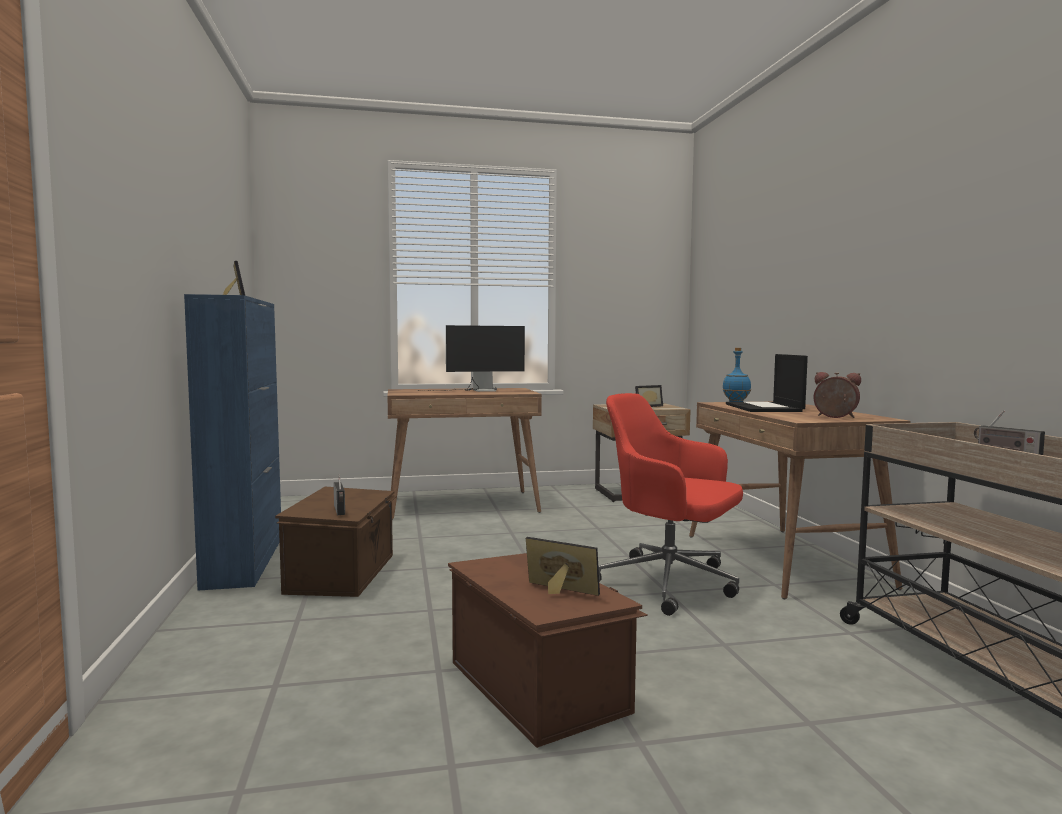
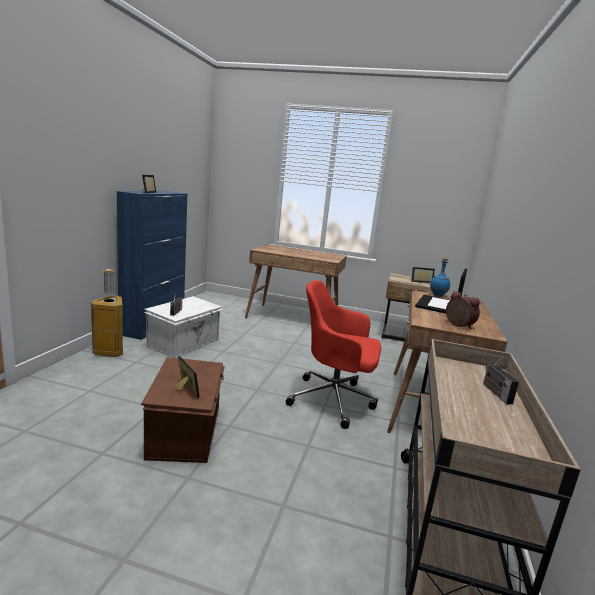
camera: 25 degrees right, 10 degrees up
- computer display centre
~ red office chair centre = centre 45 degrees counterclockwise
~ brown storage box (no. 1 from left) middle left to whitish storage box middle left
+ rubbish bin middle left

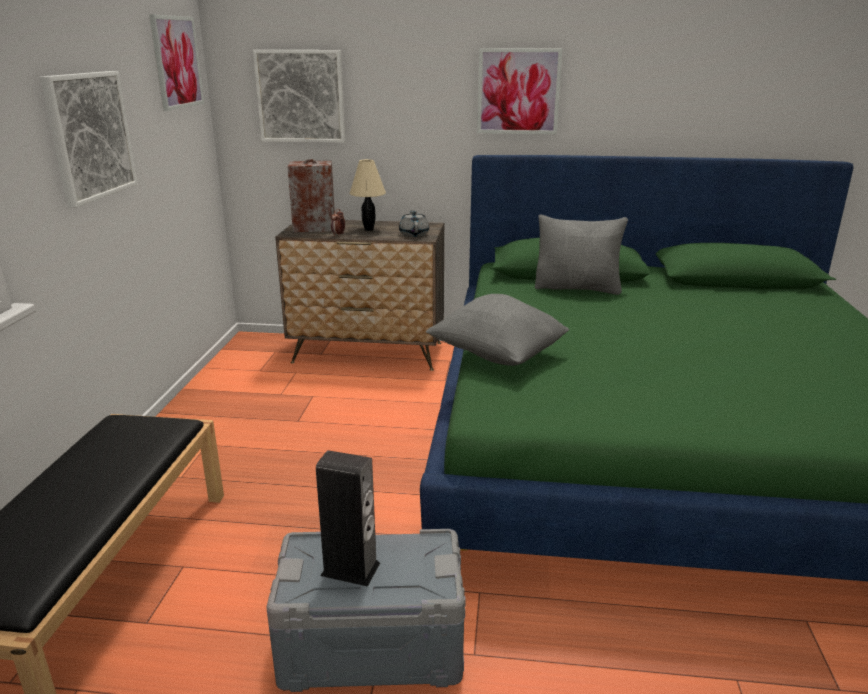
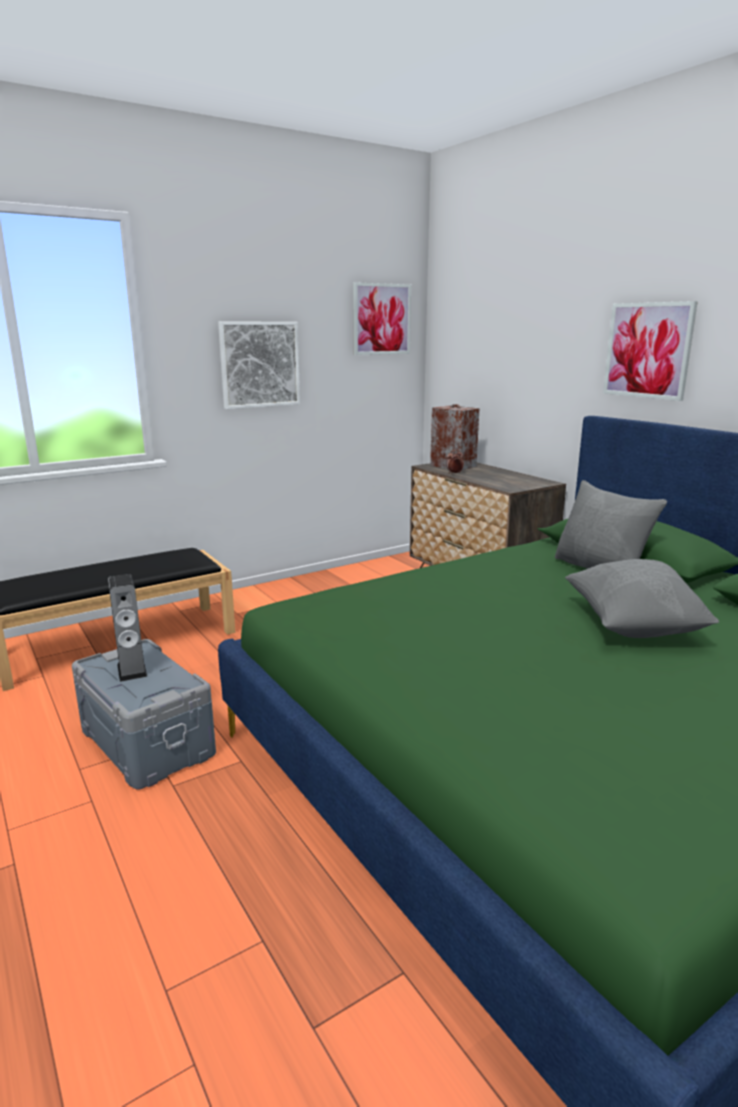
camera: 50 degrees right, 5 degrees down
- picture (no. 3 from left) top centre
- beige-coloured tabletop lamp top centre
- greyish teapot top centre
~ greyish cushion (no. 1 from left in the first image) centre to greyish cushion (no. 2 from left) middle right

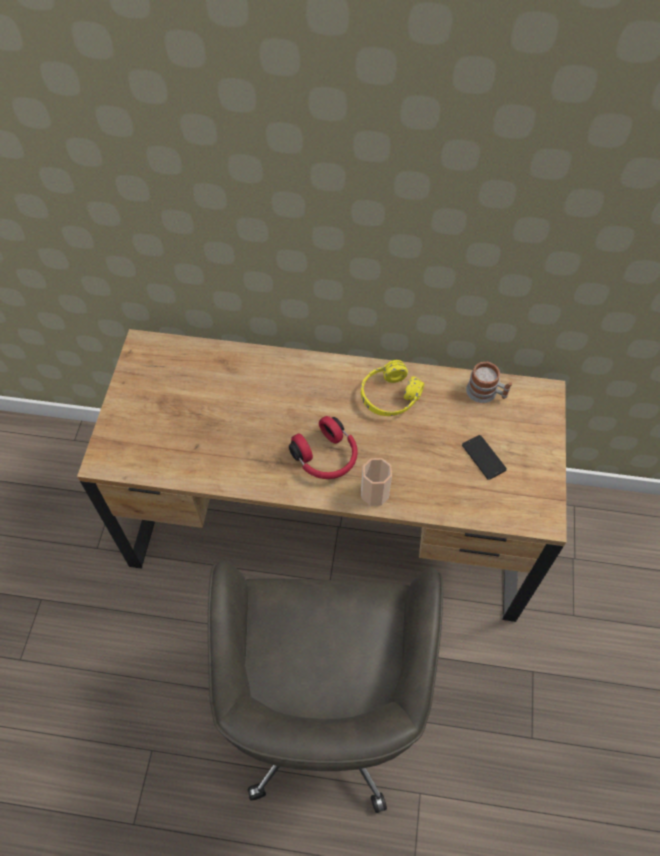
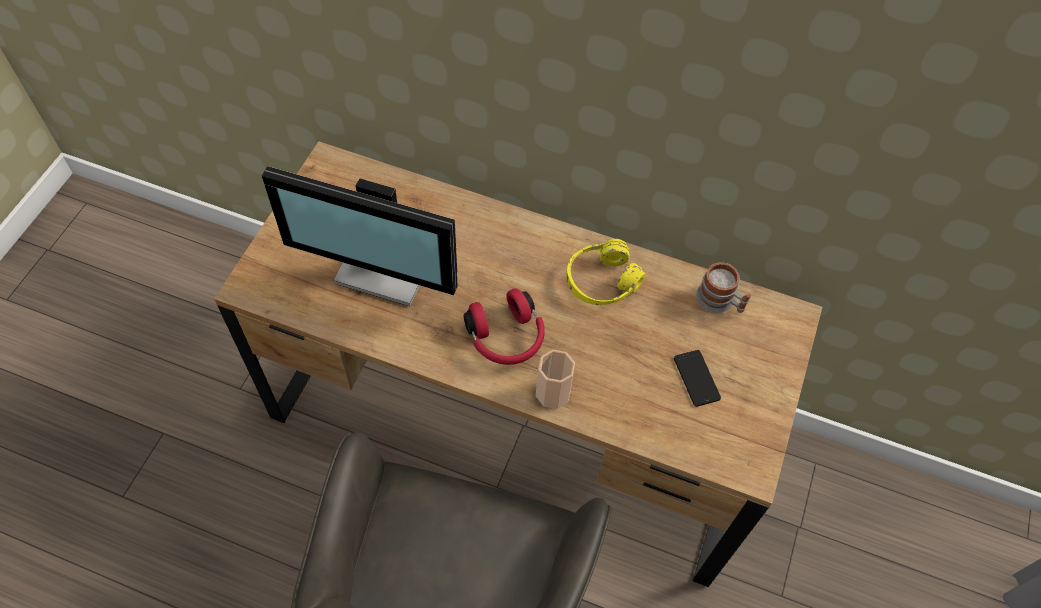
camera: 10 degrees right, 0 degrees up
+ computer display centre

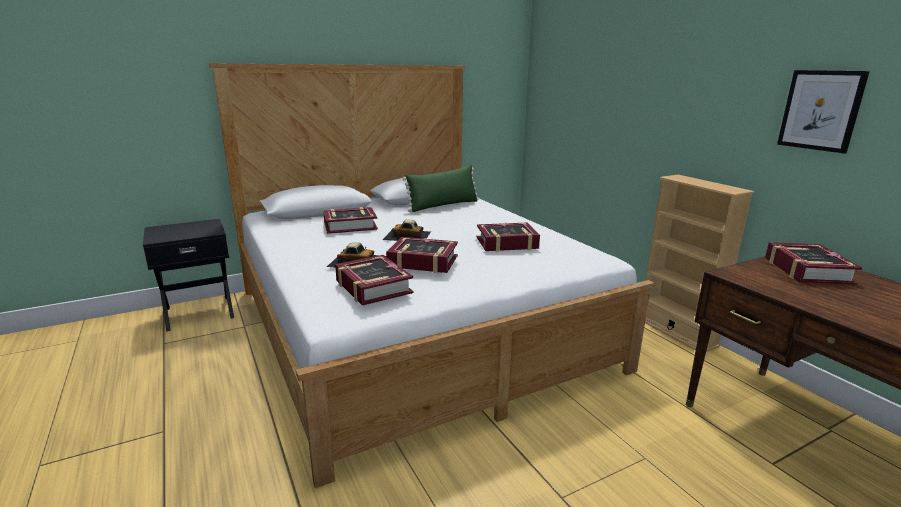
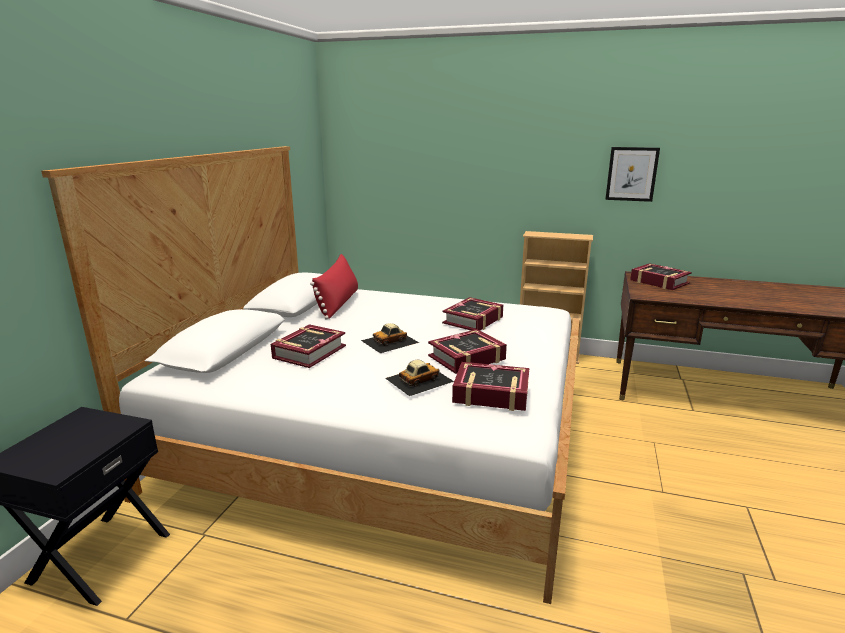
camera: 45 degrees left, 0 degrees up
~ green-coloured cushion centre to red cushion centre

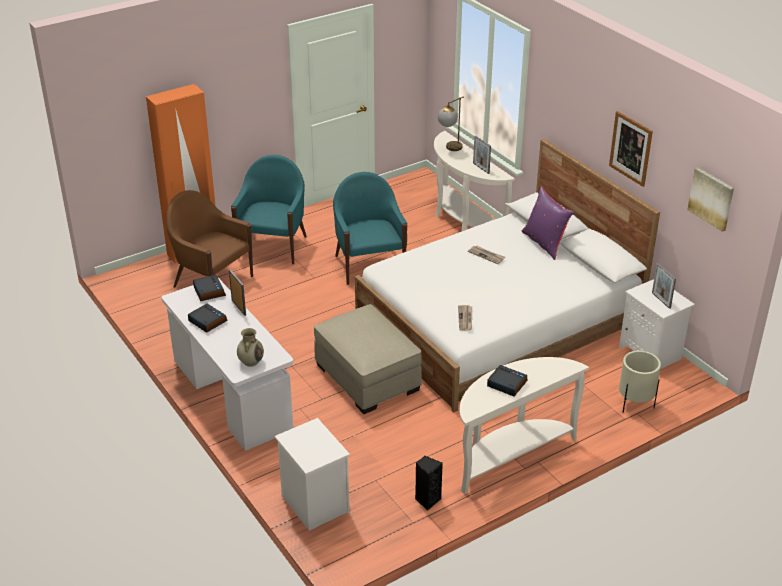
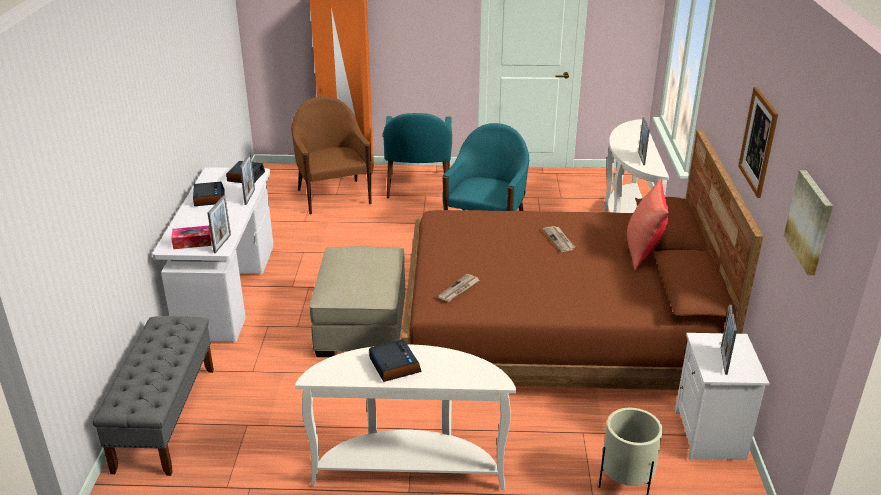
camera: 35 degrees right, 5 degrees down
- tabletop lamp top centre
~ whitish bed centre to brown bed centre
~ turquoise easy chair (no. 1 from left) centre = top centre 135 degrees clockwise
~ purplish cushion middle right to red cushion middle right
~ beige-coloured flower vase middle left to tissue holder middle left
~ whitish nightstand (no. 1 from left) bottom centre to greyish bench bottom left
- black speaker bottom centre
+ picture frame (no. 1 from left) middle left

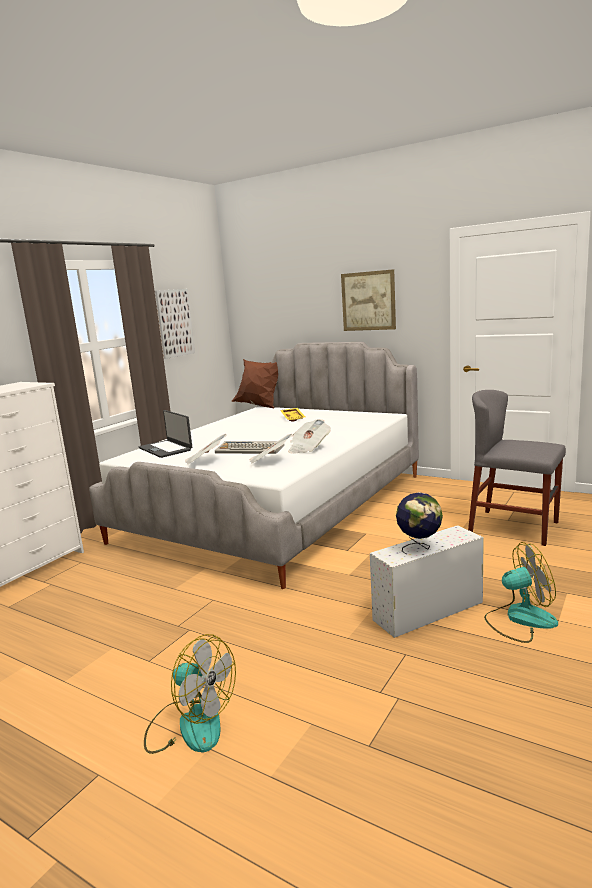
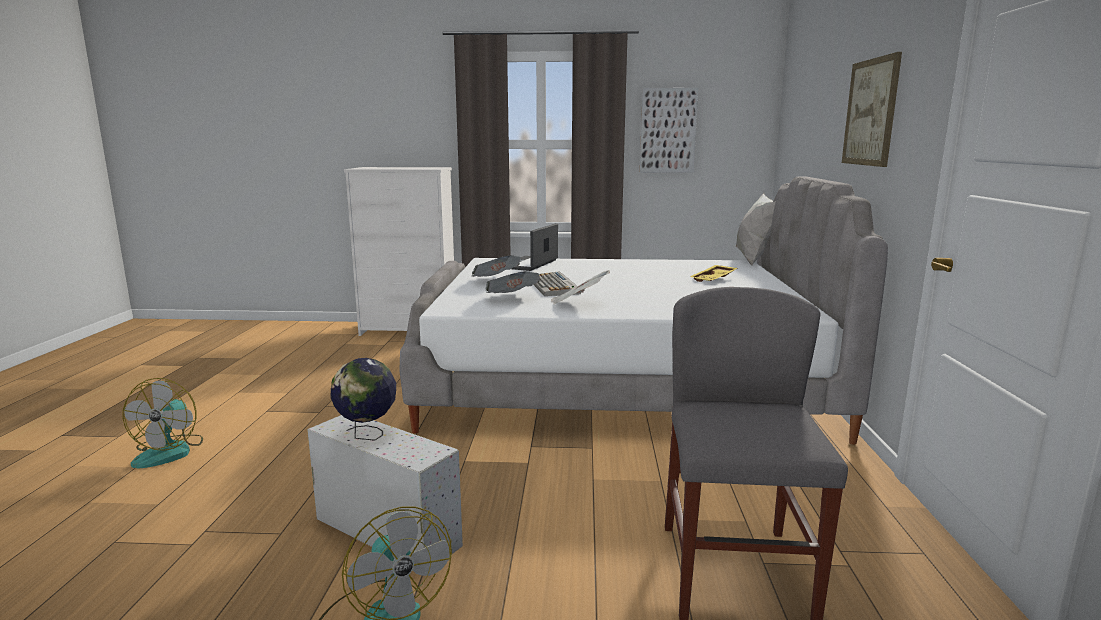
camera: 60 degrees right, 0 degrees up
~ brown cushion centre to whitish cushion middle right

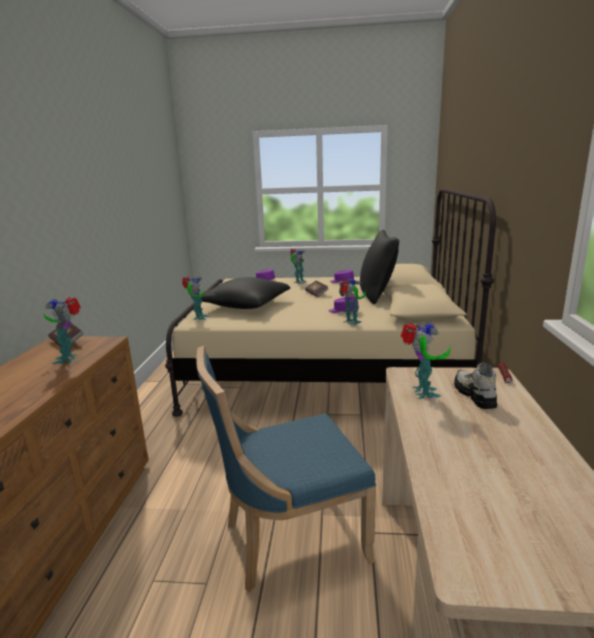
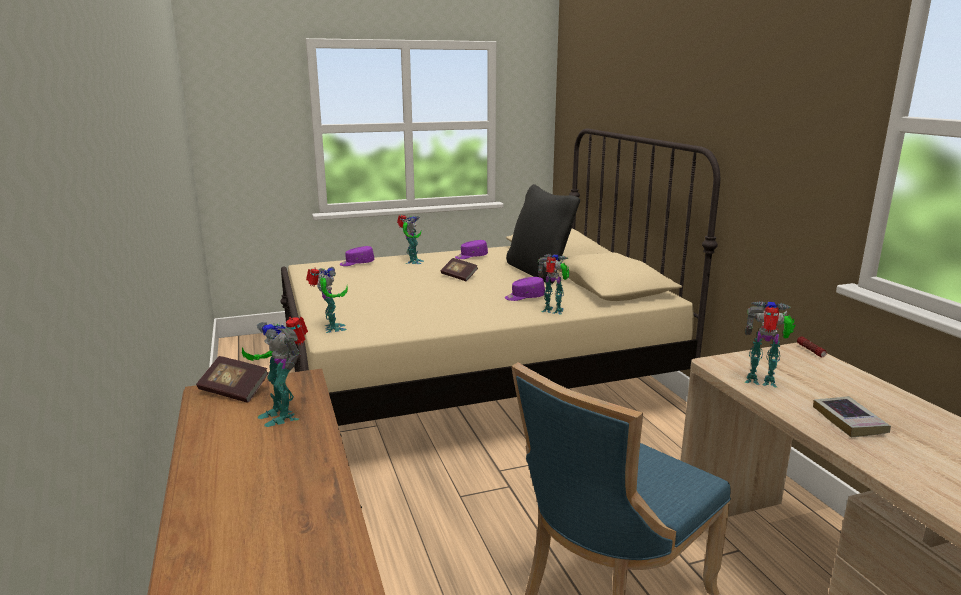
camera: 25 degrees left, 0 degrees up
- black cushion (no. 1 from left) centre
~ model robot (no. 5 from left) middle right = middle right 45 degrees counterclockwise
- shoe middle right
+ volume (no. 3 from left) bottom right

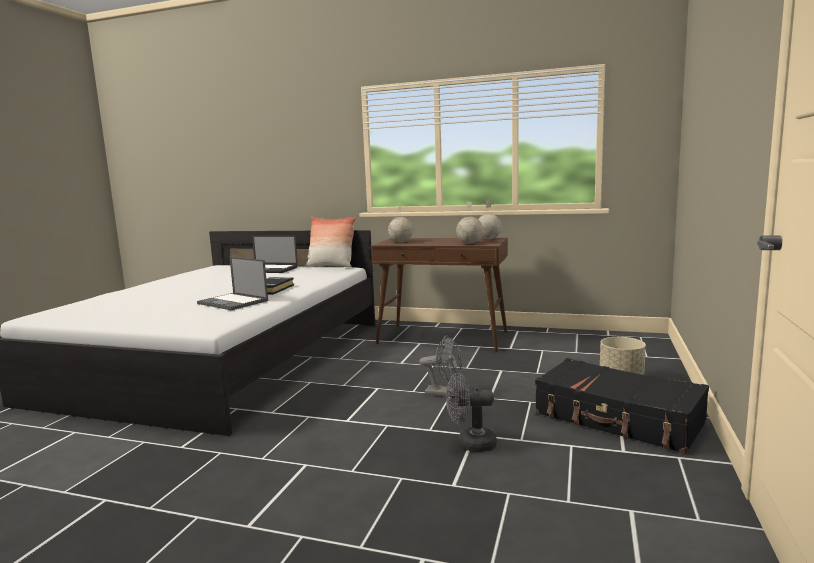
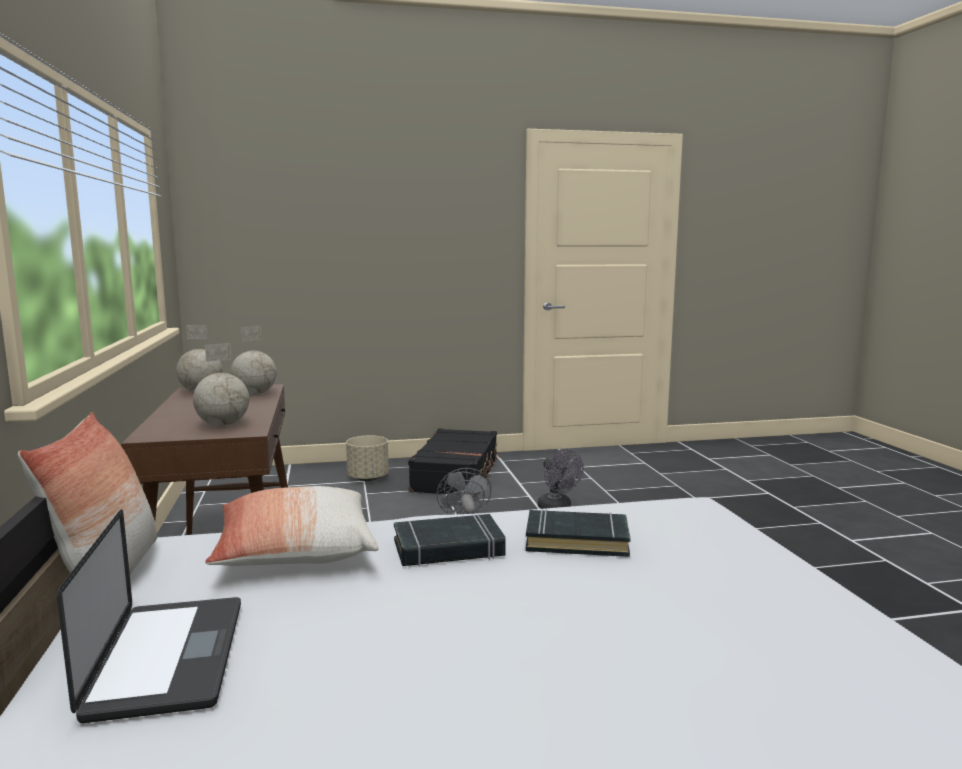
camera: 120 degrees left, 0 degrees up
~ portable computer (no. 1 from left) middle left to black volume (no. 2 from left) bottom centre
+ cushion (no. 2 from left) bottom left

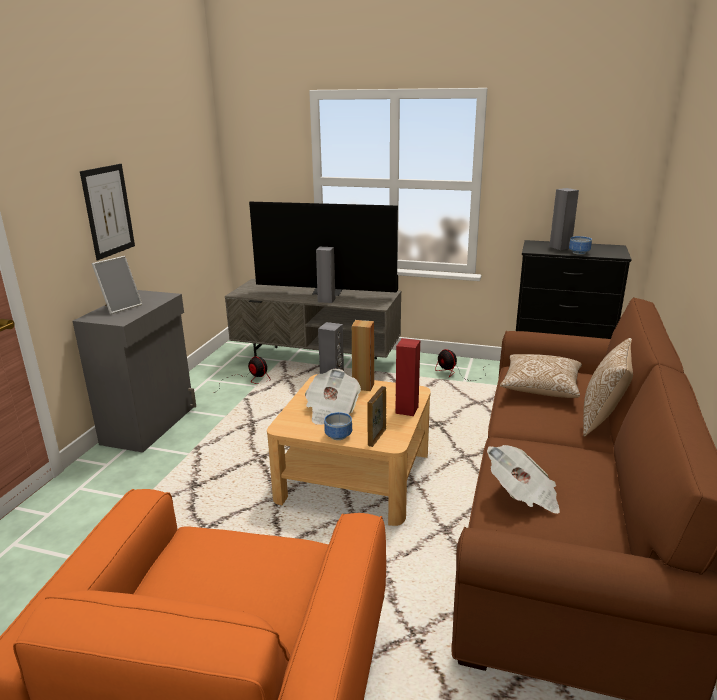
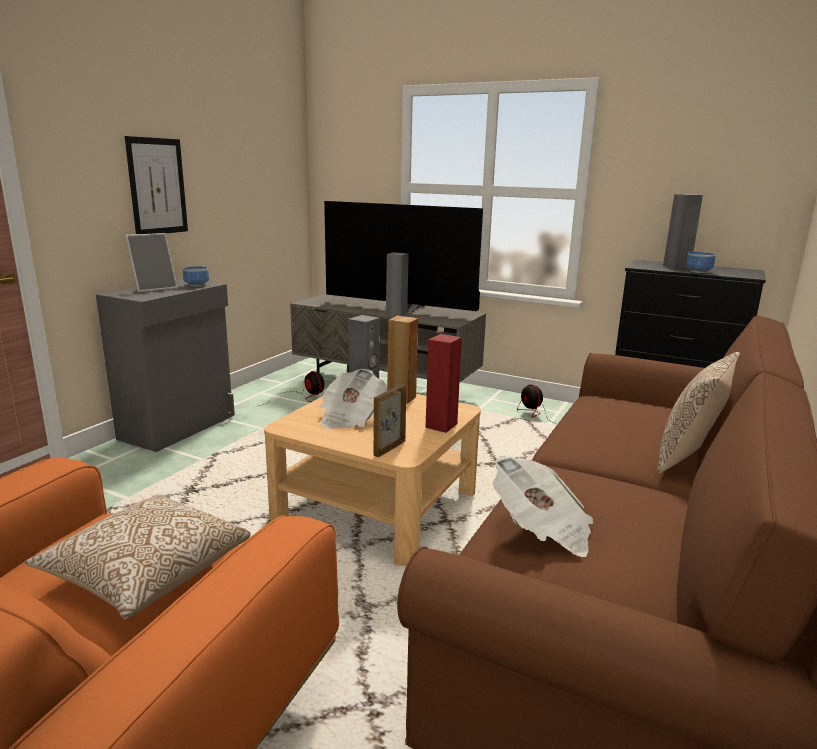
camera: 10 degrees right, 5 degrees down
~ cushion (no. 1 from left) middle right to bottom left
~ serving bowl (no. 1 from left) centre to middle left

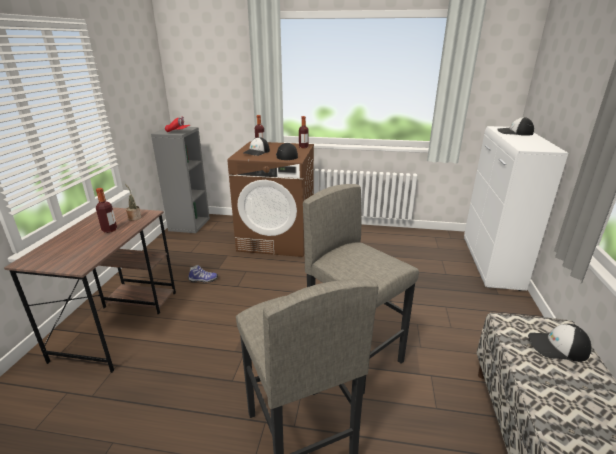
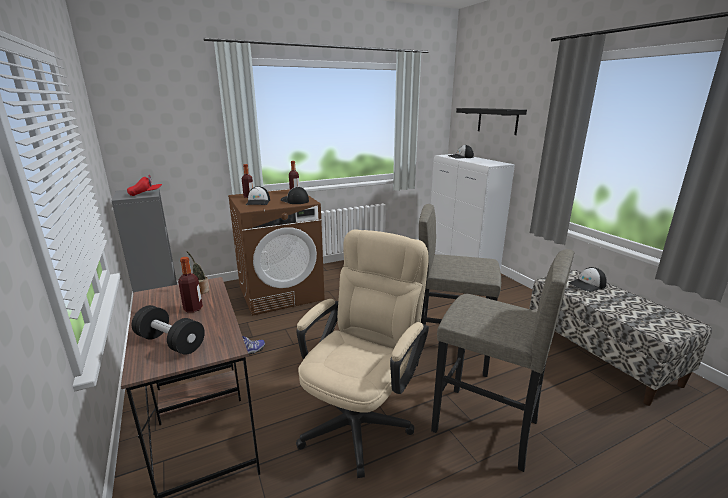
camera: 35 degrees left, 5 degrees down
+ black shelf top right
+ beige-coloured office chair bottom centre
+ black dumbbell middle left

